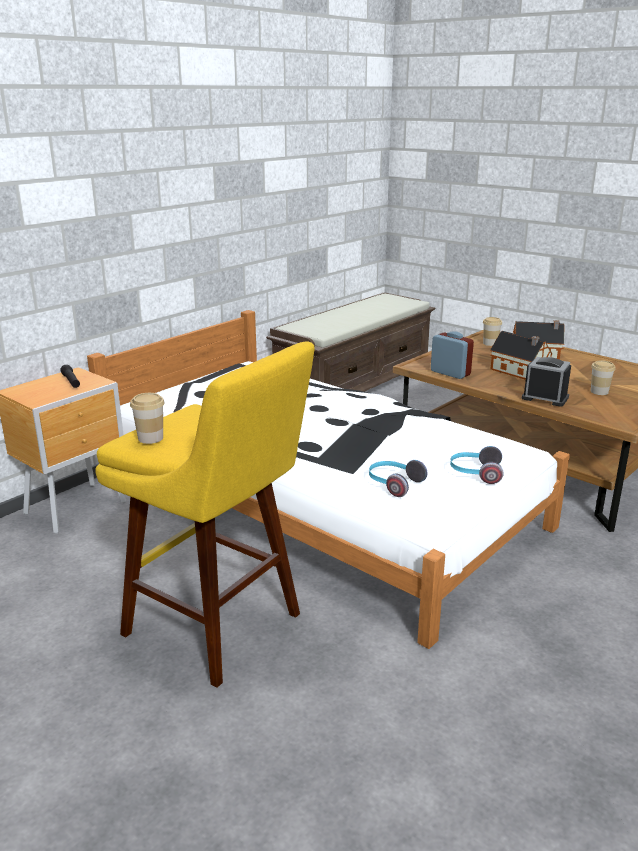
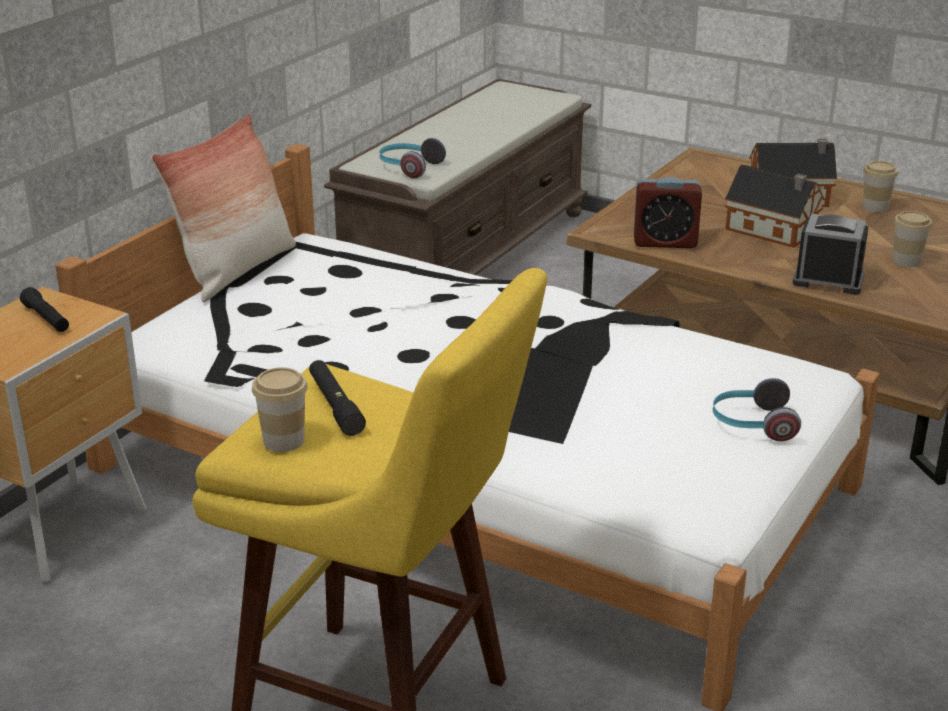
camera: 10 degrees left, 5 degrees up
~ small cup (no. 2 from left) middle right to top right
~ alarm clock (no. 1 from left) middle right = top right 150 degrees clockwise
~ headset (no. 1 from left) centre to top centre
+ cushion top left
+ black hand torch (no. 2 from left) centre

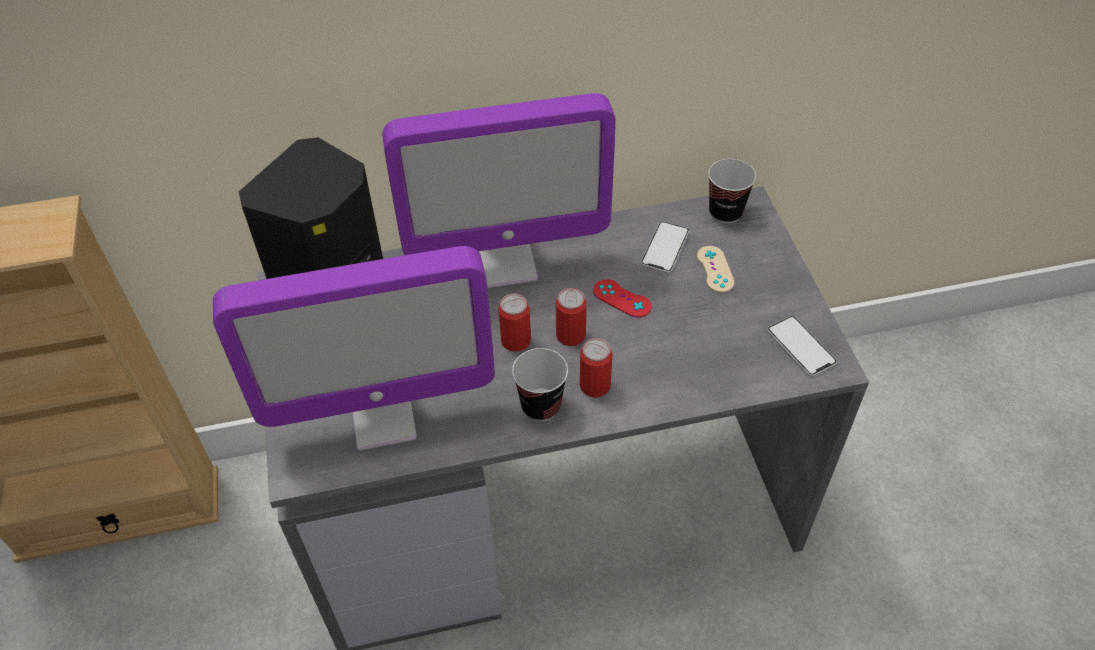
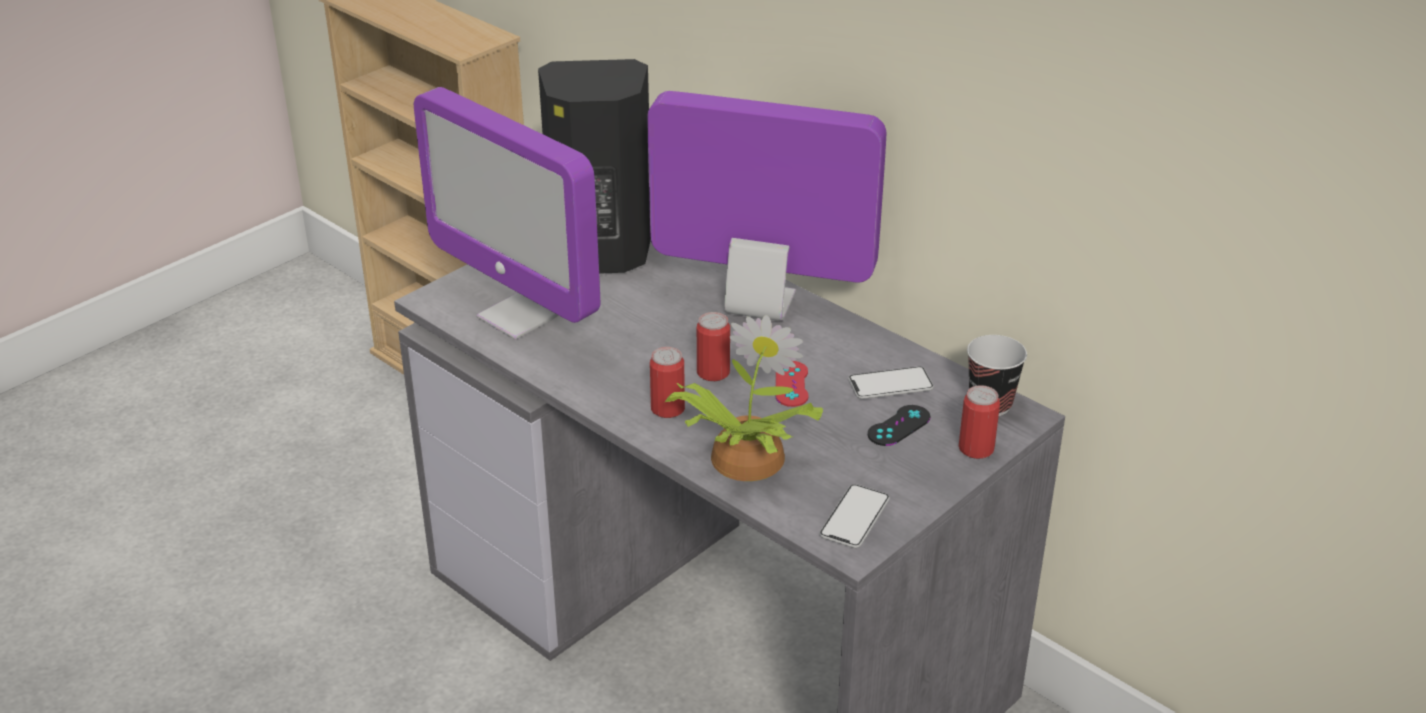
camera: 55 degrees right, 15 degrees down
~ computer display (no. 2 from left) top centre = top centre 150 degrees clockwise
~ beige-coloured game controller centre to black game controller centre
~ sealed can (no. 1 from left in the first image) centre to sealed can (no. 3 from left) middle right
- small cup (no. 1 from left) centre
+ houseplant centre

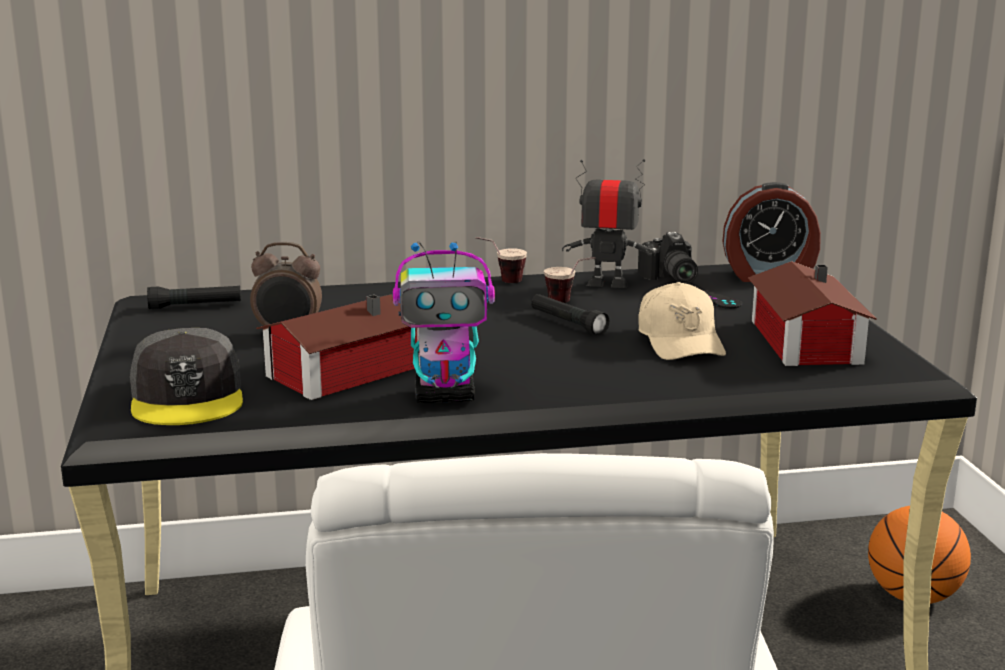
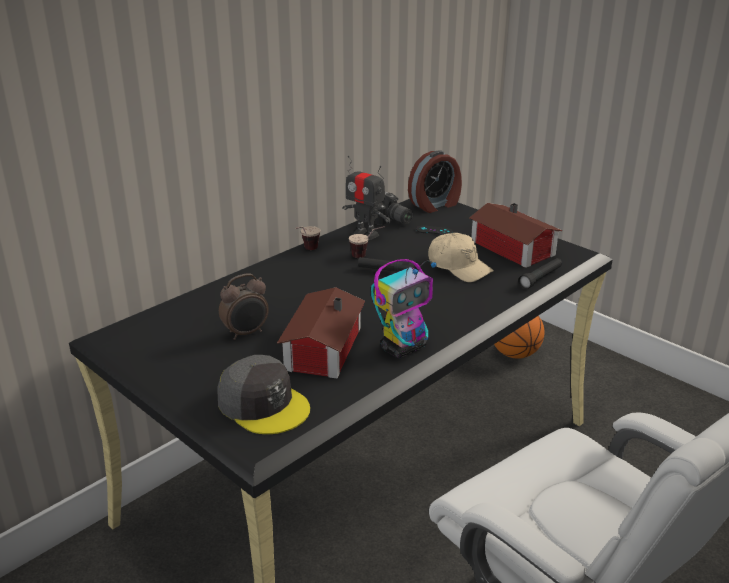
camera: 35 degrees left, 10 degrees up
~ model robot (no. 2 from left in the first image) top centre = centre 120 degrees counterclockwise
~ black hand torch (no. 1 from left in the first image) middle left to black hand torch (no. 2 from left) middle right

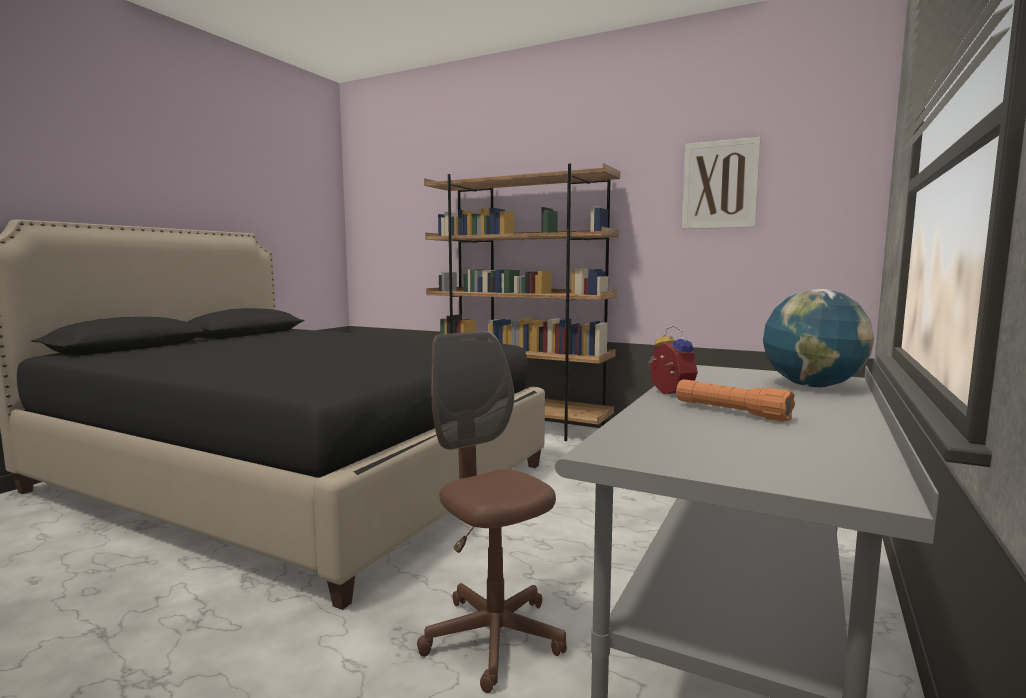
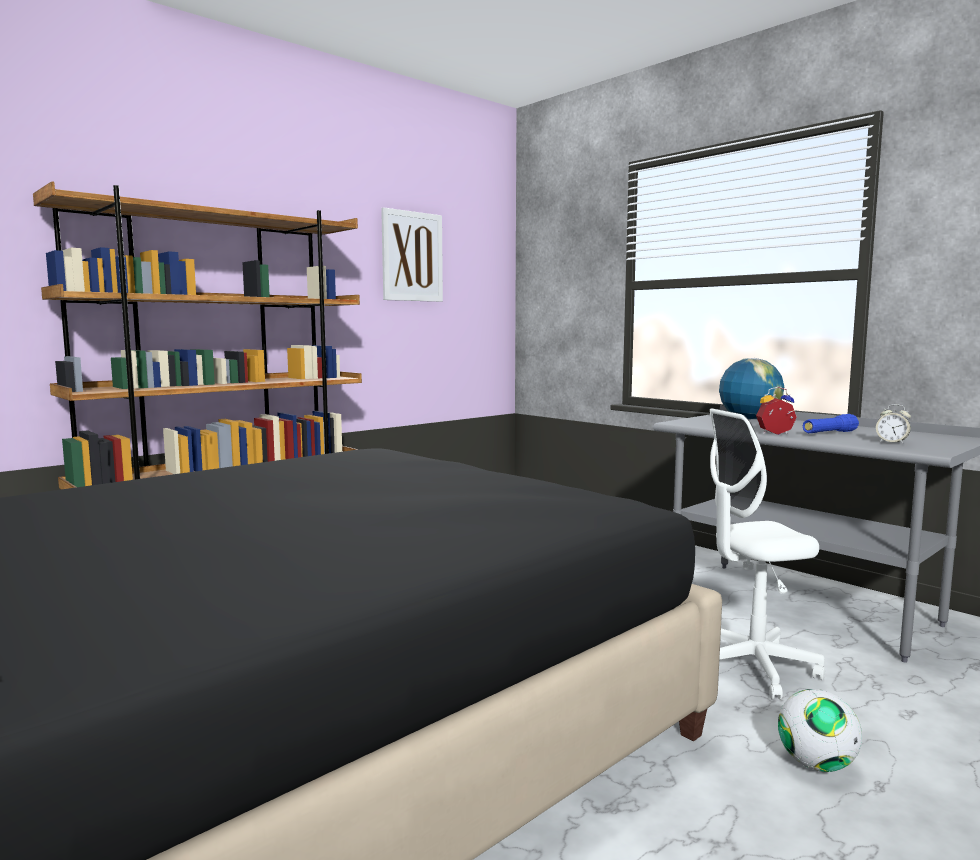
camera: 70 degrees left, 0 degrees up
~ brown office chair bottom centre to whitish office chair middle right
~ orange hand torch middle right to blue hand torch middle right
+ alarm clock (no. 2 from left) middle right
+ football bottom right

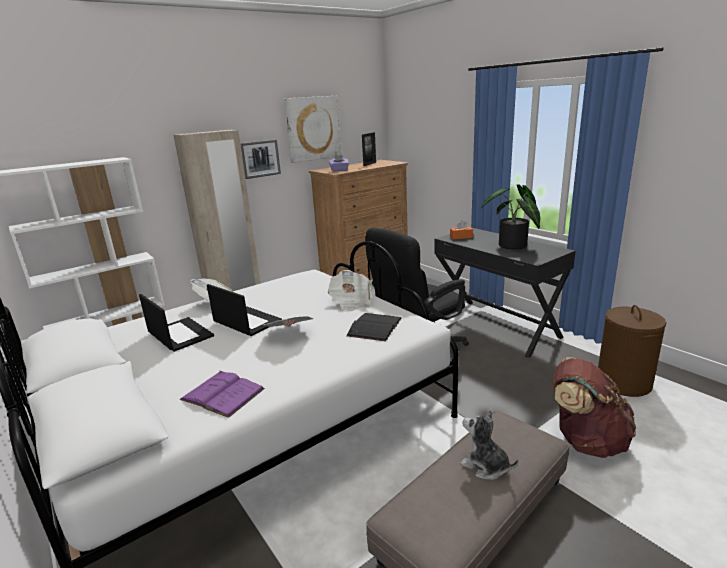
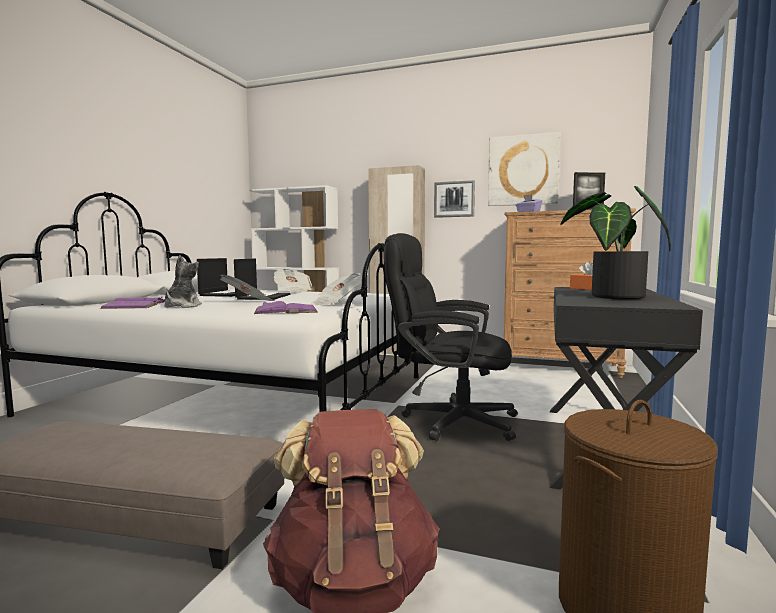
camera: 55 degrees right, 15 degrees down
~ black volume centre to purplish volume (no. 2 from left) centre
~ soft toy bottom right to middle left

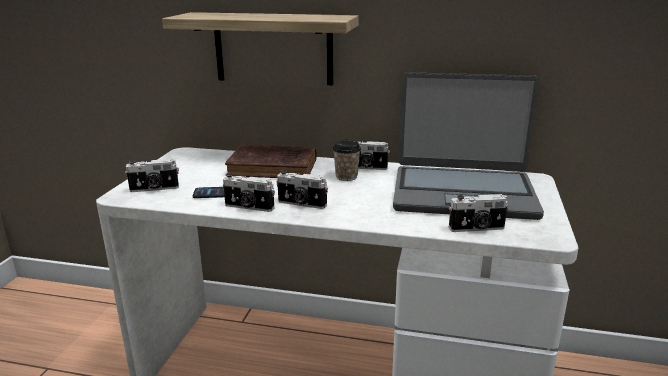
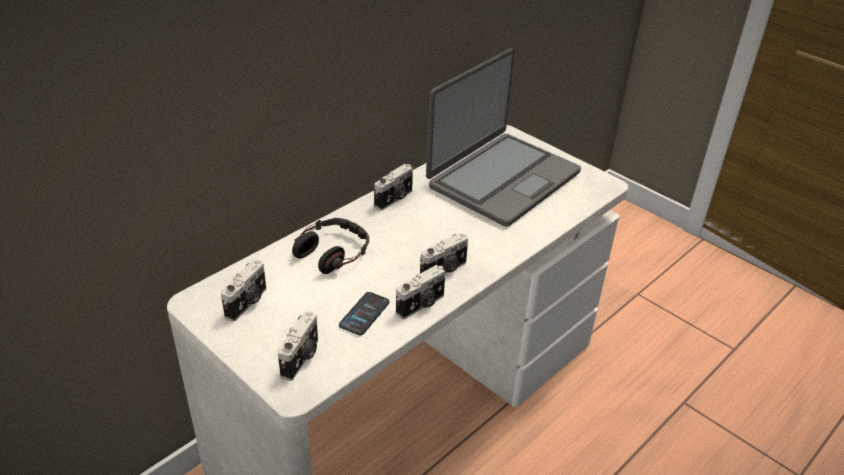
camera: 60 degrees left, 15 degrees up
- shelf top centre
- small cup centre
~ brown volume centre to headset centre
~ still camera (no. 5 from left in the first image) middle right to still camera (no. 1 from left) middle left

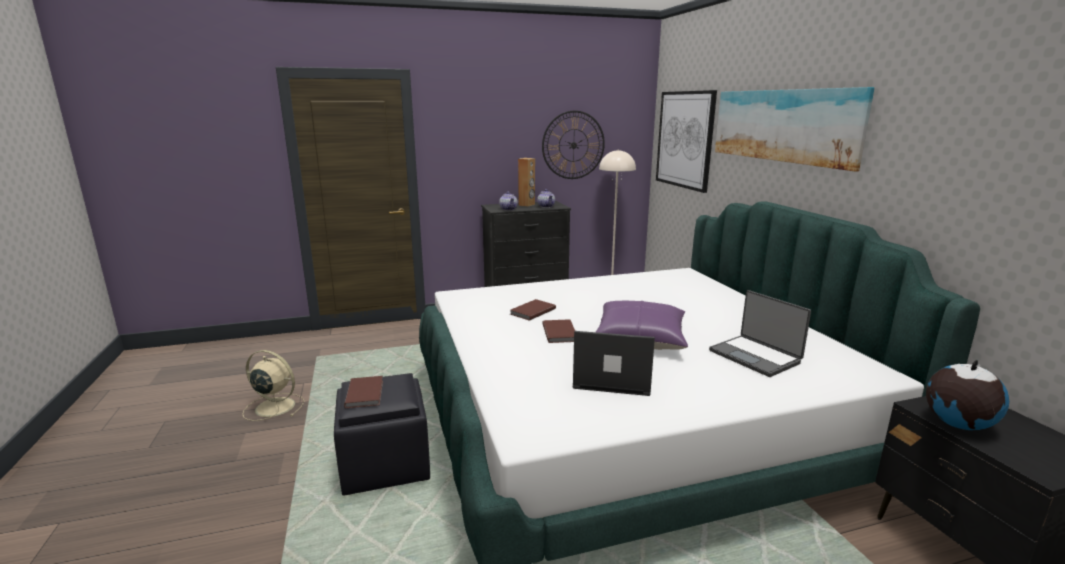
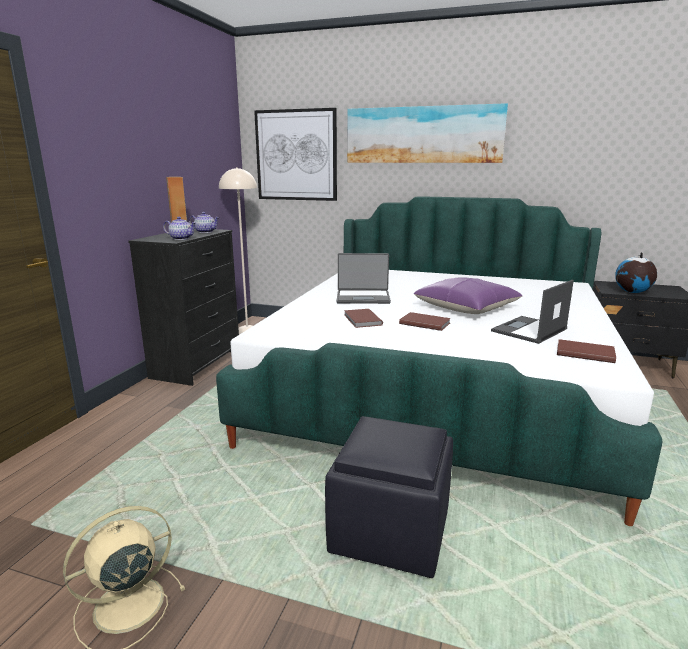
camera: 55 degrees left, 0 degrees up
- clock on the wall top centre
~ portable computer (no. 2 from left in the first image) middle right to portable computer (no. 1 from left) centre
~ brown volume (no. 1 from left in the first image) bottom centre to brown volume (no. 3 from left) middle right

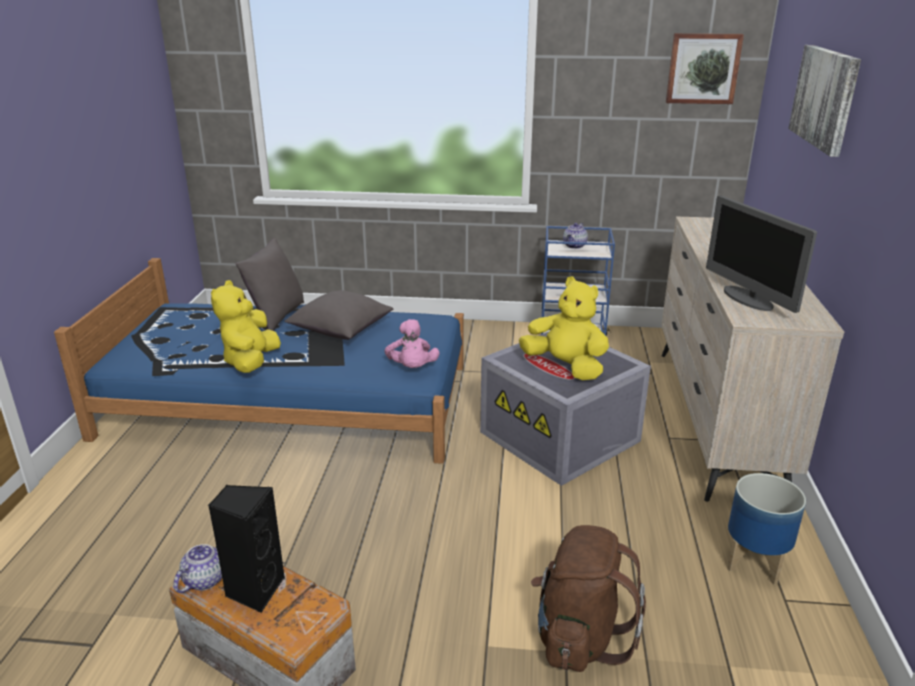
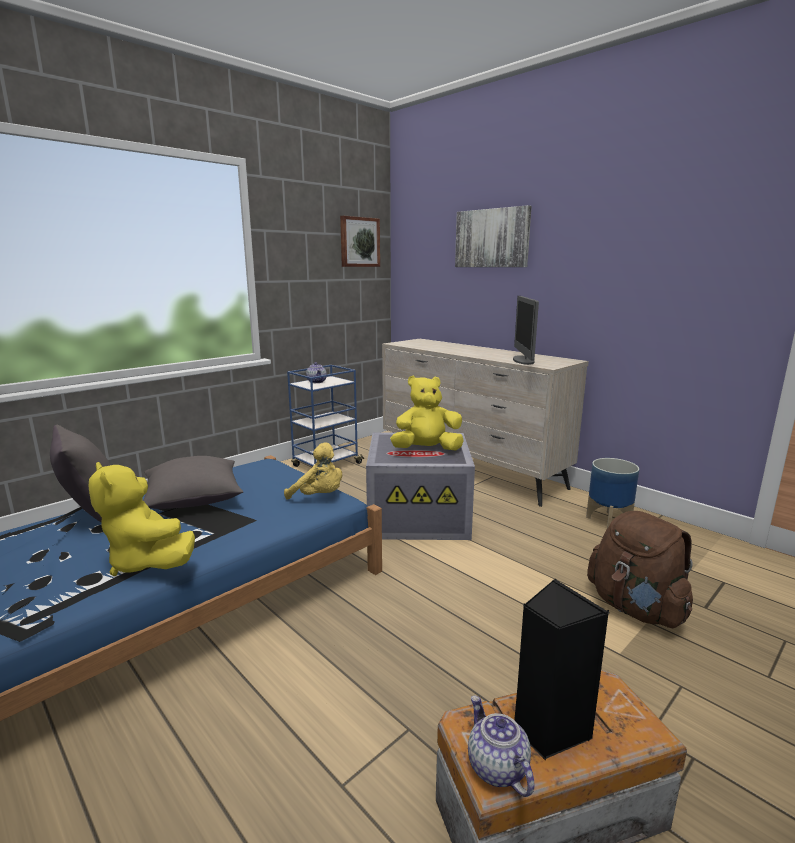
camera: 50 degrees left, 10 degrees down
~ computer display middle right = centre 75 degrees clockwise
~ pink soft toy centre to yellow soft toy (no. 2 from left) centre

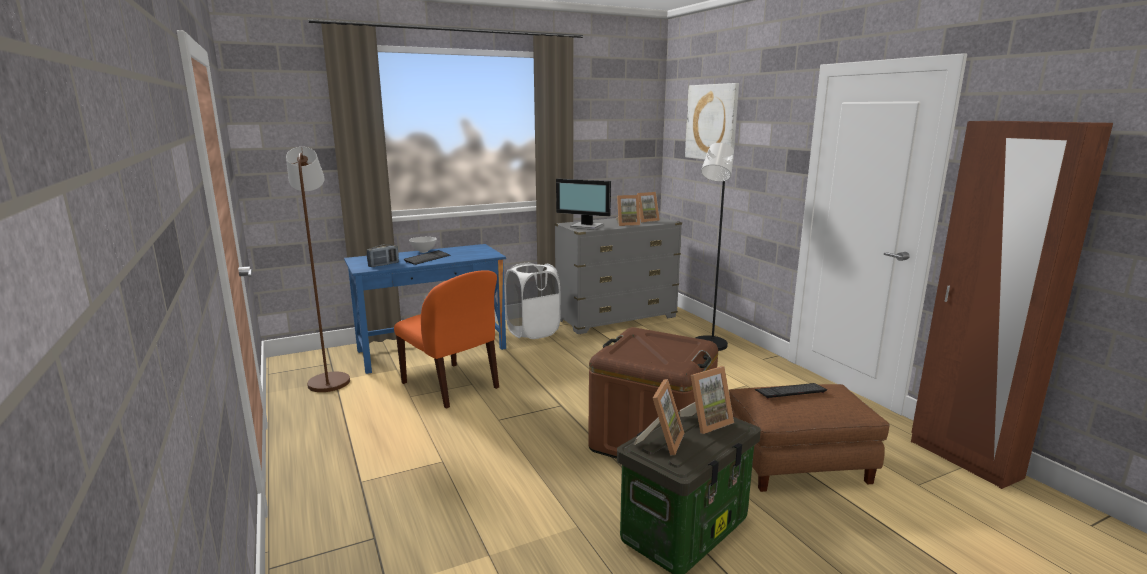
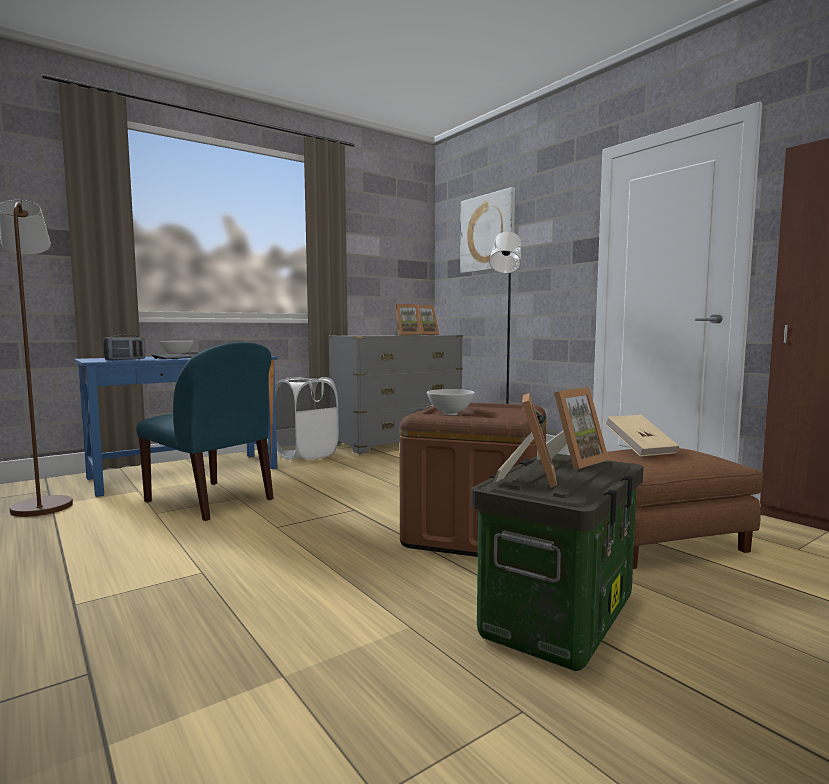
camera: 10 degrees left, 10 degrees down
- computer display centre
~ orange plain chair centre to blue plain chair middle left
~ computer keyboard (no. 2 from left) bottom right to beige-coloured volume middle right
+ whitish serving bowl (no. 2 from left) centre

